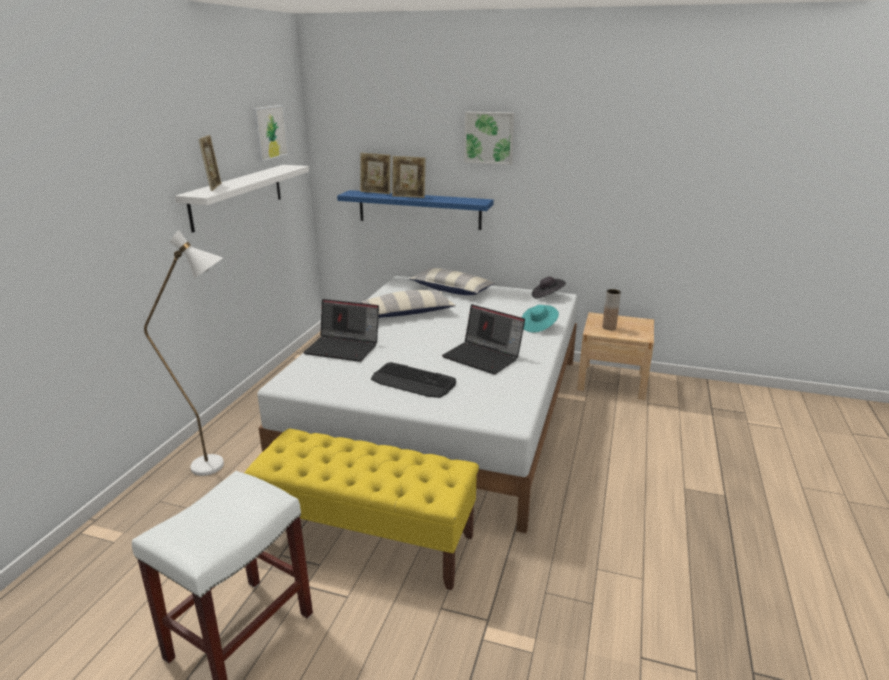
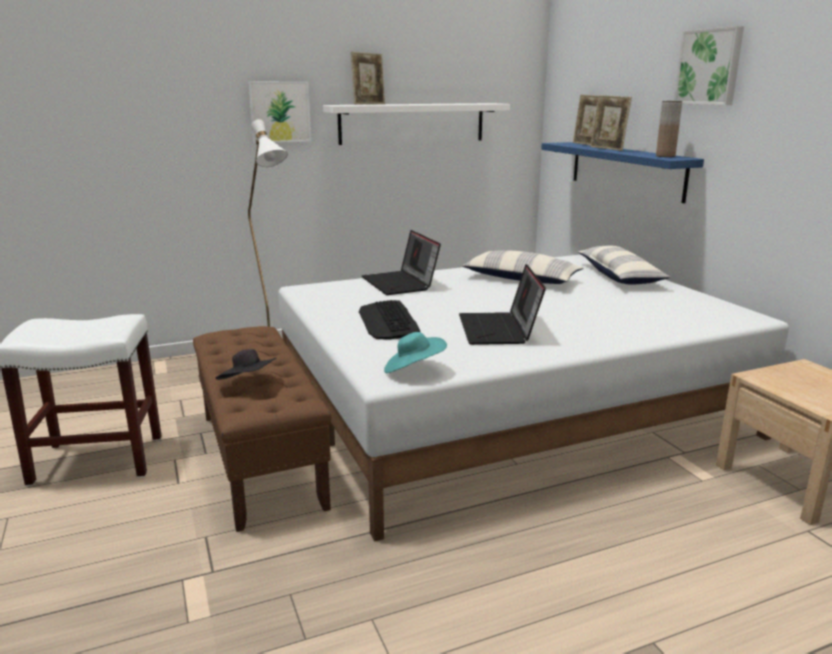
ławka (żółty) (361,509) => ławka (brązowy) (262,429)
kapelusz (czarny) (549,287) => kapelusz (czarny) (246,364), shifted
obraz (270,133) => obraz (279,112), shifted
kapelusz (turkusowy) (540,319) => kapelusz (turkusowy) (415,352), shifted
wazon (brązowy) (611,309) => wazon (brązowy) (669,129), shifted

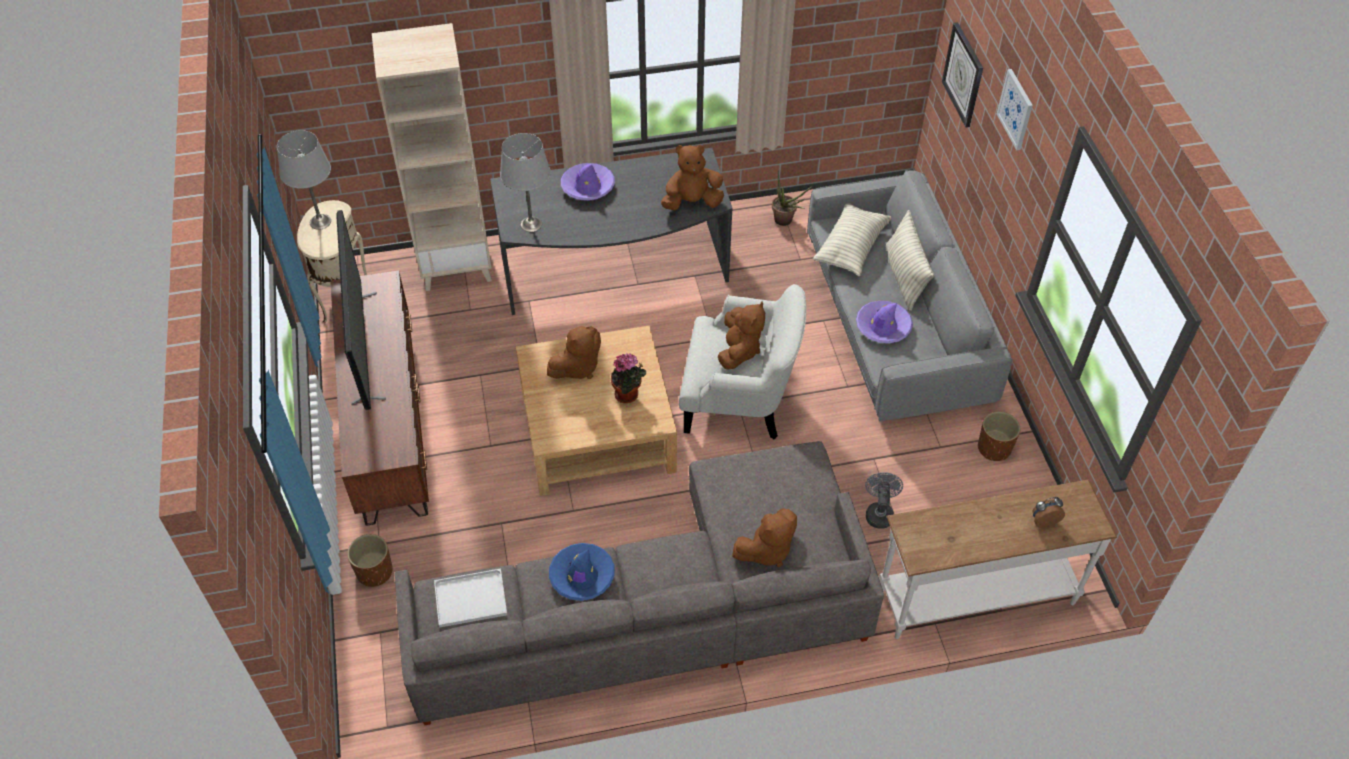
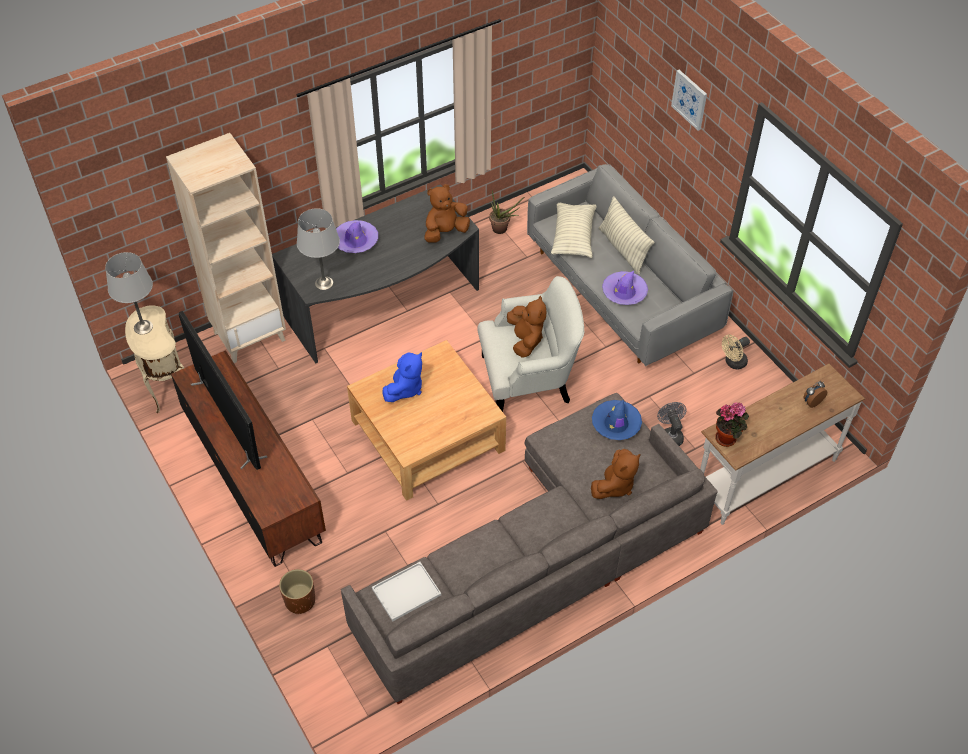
pluszak (brązowy) (574,352) => pluszak (niebieski) (402,377)
kapelusz (niebieski) (582,572) => kapelusz (niebieski) (617,420), shifted
roślina doniczkowa (628,378) => roślina doniczkowa (732,424), shifted
donica (brązowy) (999,436) => wentylator (beżowy) (736,351)
zegar ścienny (962,74) => nothing

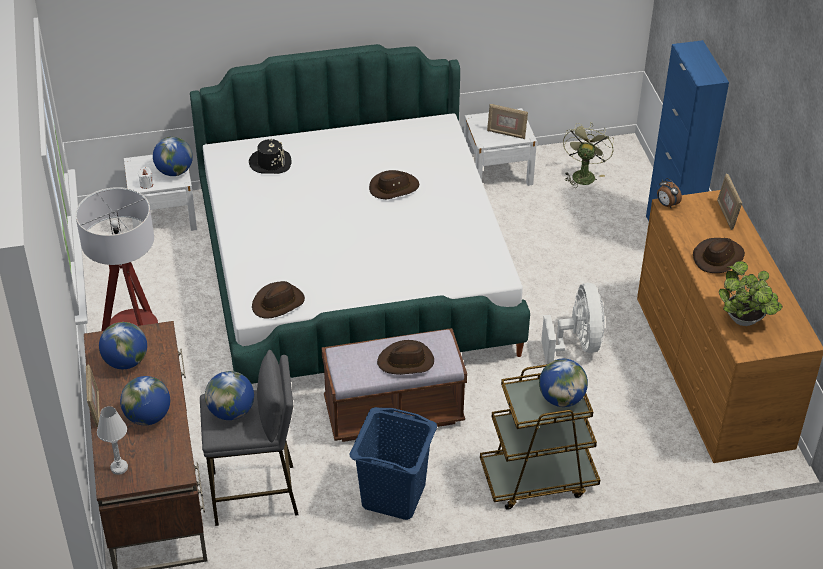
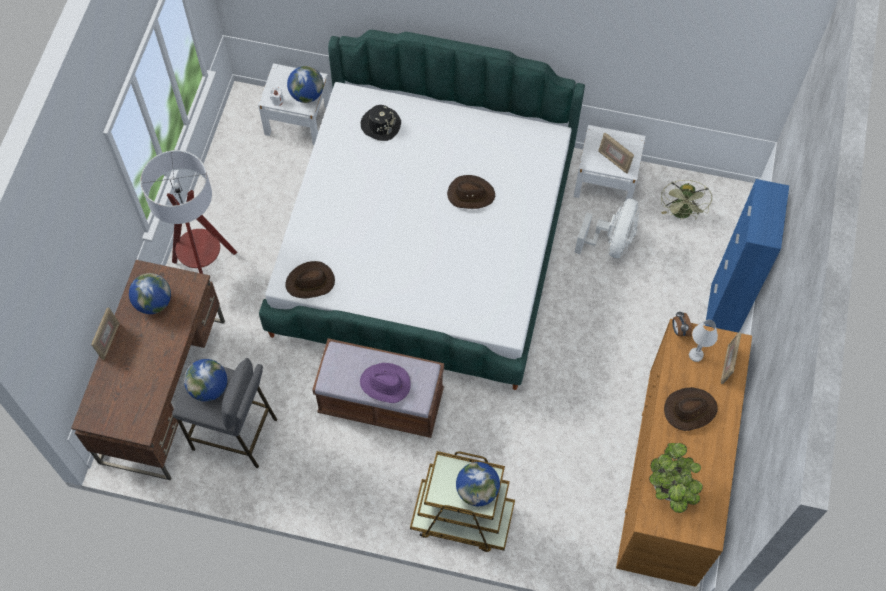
kapelusz (brązowy) (405,357) => kapelusz (fioletowy) (385,383)
wentylator (biały) (573,323) => wentylator (biały) (606,228), shifted
wentylator (zielony) (588,155) => wentylator (zielony) (686,200), 150 degrees clockwise
lampa stołowa (biały) (112,440) => lampa stołowa (biały) (703,341), shifted
globus (145,400) => nothing
kosz na pranie (niebieski) (393,463) => nothing

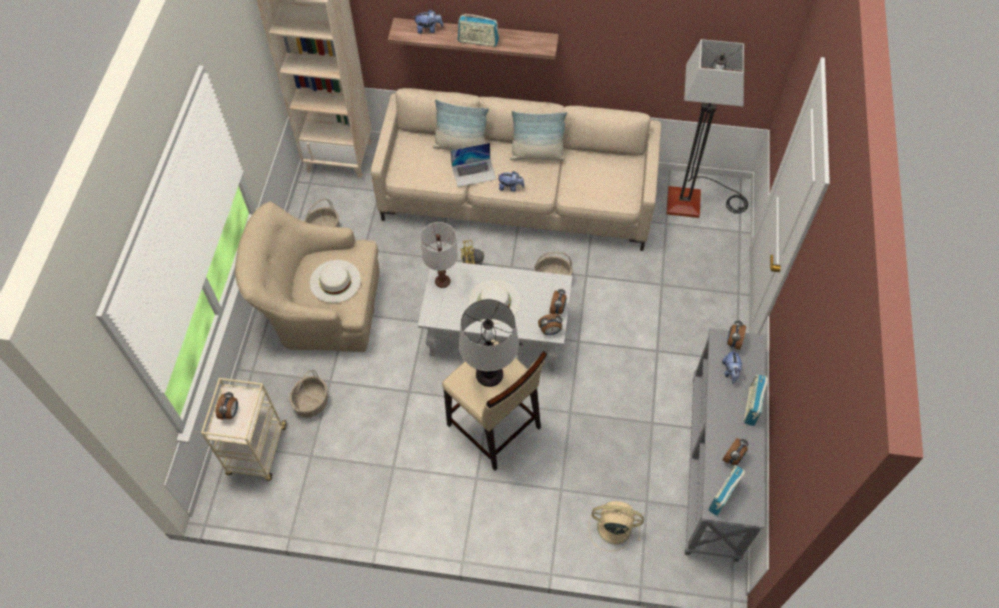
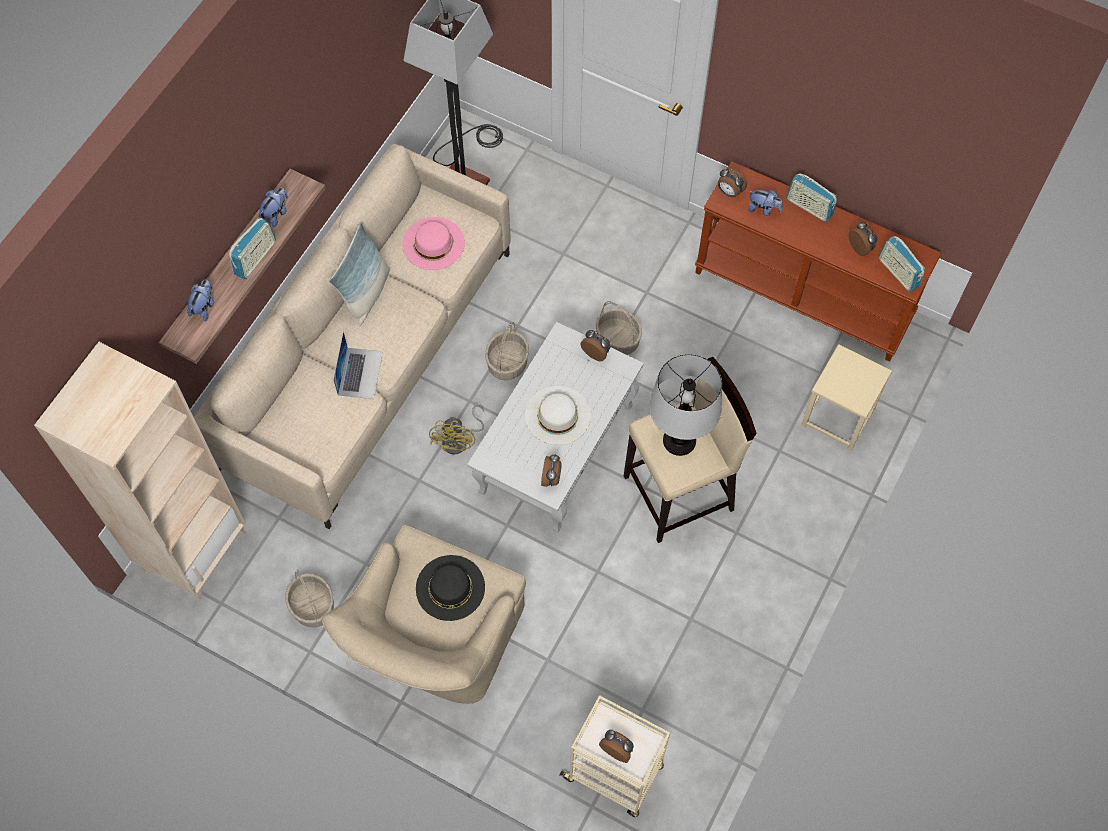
pluszak (511,181) => pluszak (273,207), shifted
nothing => kapelusz (różowy) (433,243)
kapelusz (biały) (335,281) => kapelusz (czarny) (450,588)
budzik (550,324) => budzik (551,470), shifted
koszyk (308,394) => koszyk (619,328), shifted
stolik konsolowy (szary) (725,445) => stolik konsolowy (brązowy) (818,261)
wentylator (beżowy) (616,526) => stołek (beżowy) (846,397)
lampa stołowa (biały) (439,255) => nothing
poduszka (461,124) => nothing

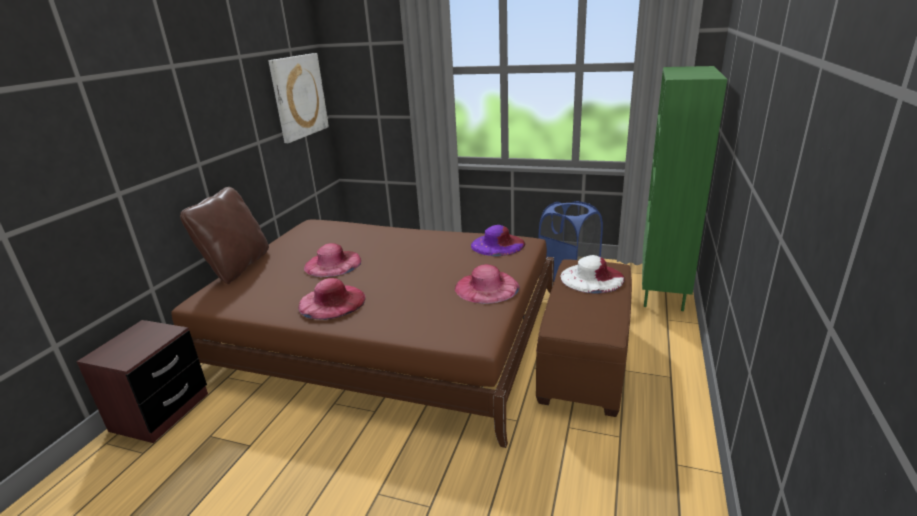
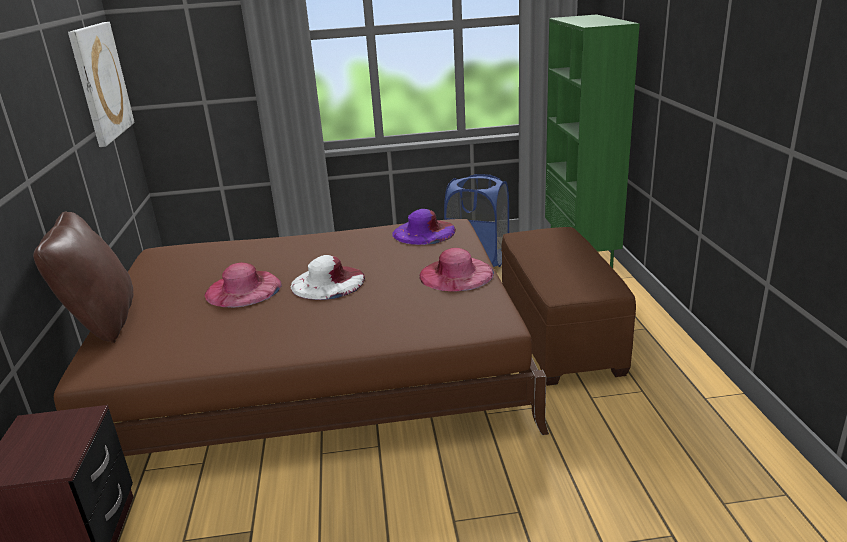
kapelusz (biały) (592,274) => kapelusz (biały) (328,277), shifted
kapelusz (różowy) (332,299) => nothing

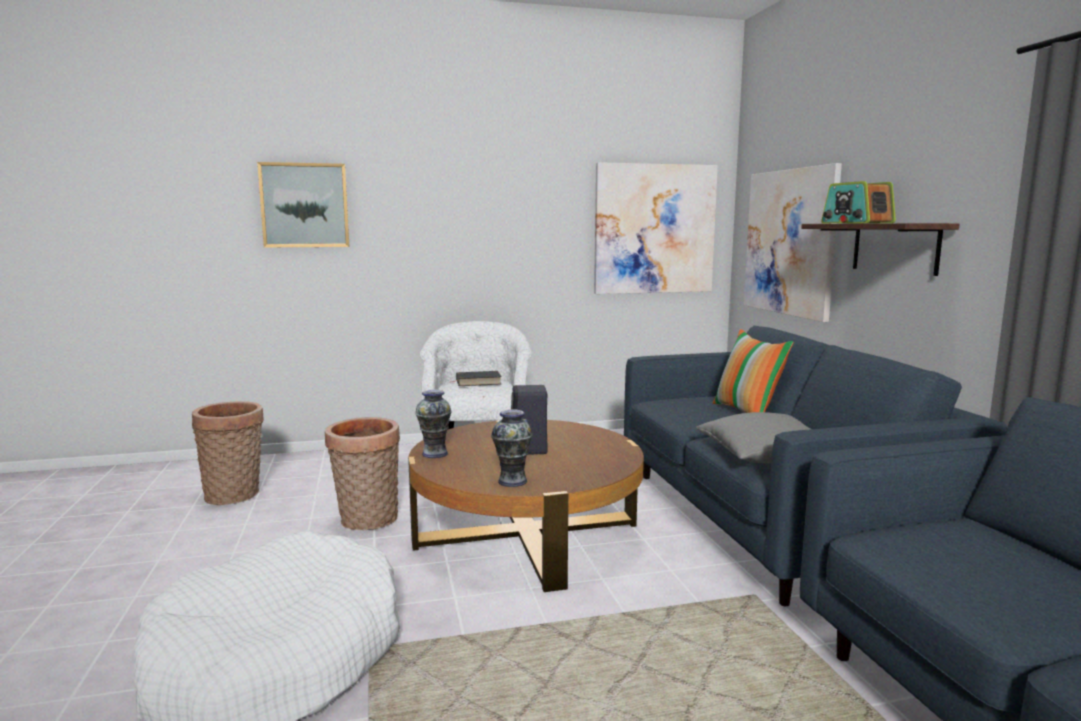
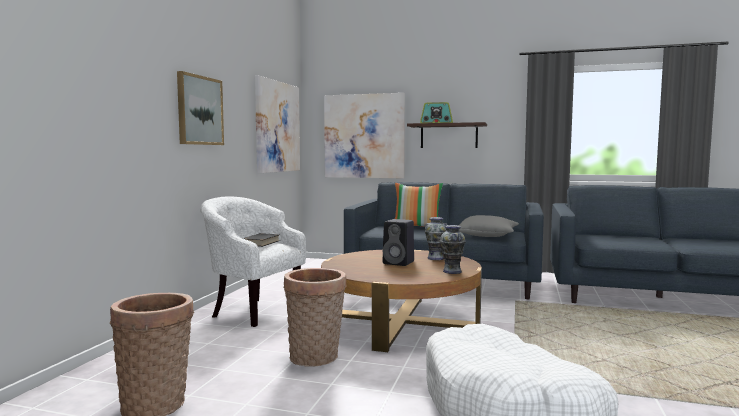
obraz (303,204) => obraz (200,108), shifted
wazon (433,424) => wazon (435,238), shifted

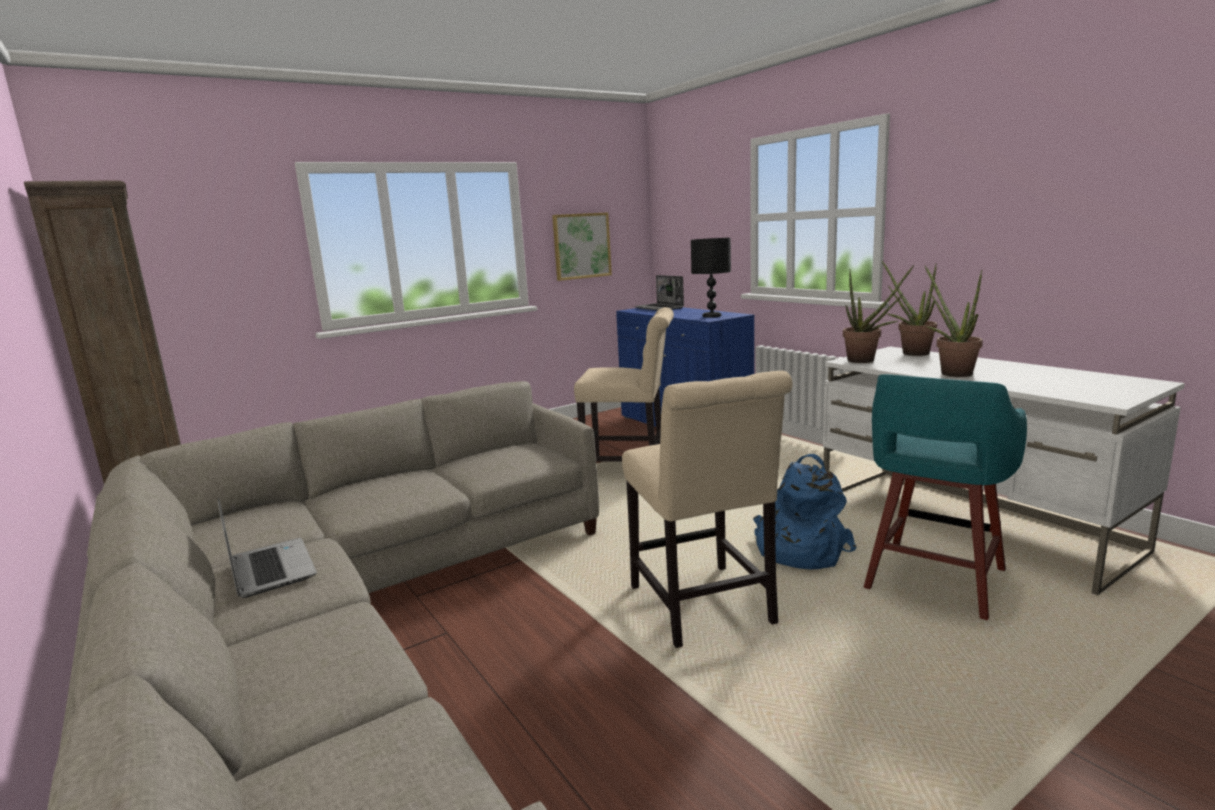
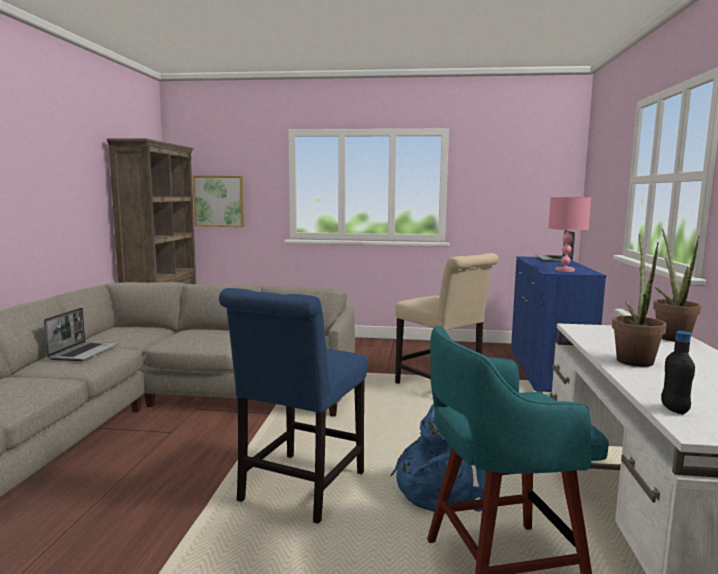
obraz (582,246) => obraz (218,201), shifted
krzesło (beżowy) (707,509) => krzesło (niebieski) (293,406)
lampa stołowa (czarny) (711,278) => lampa stołowa (różowy) (569,234)
nothing => butelka (czarny) (678,372)
roślina doniczkowa (878,314) => nothing

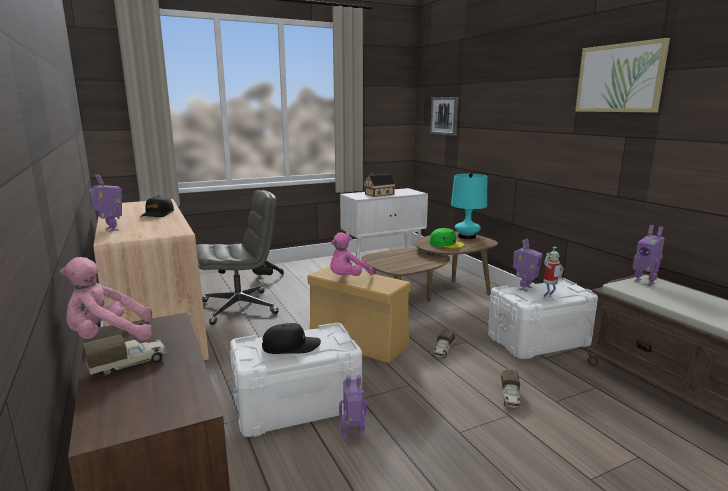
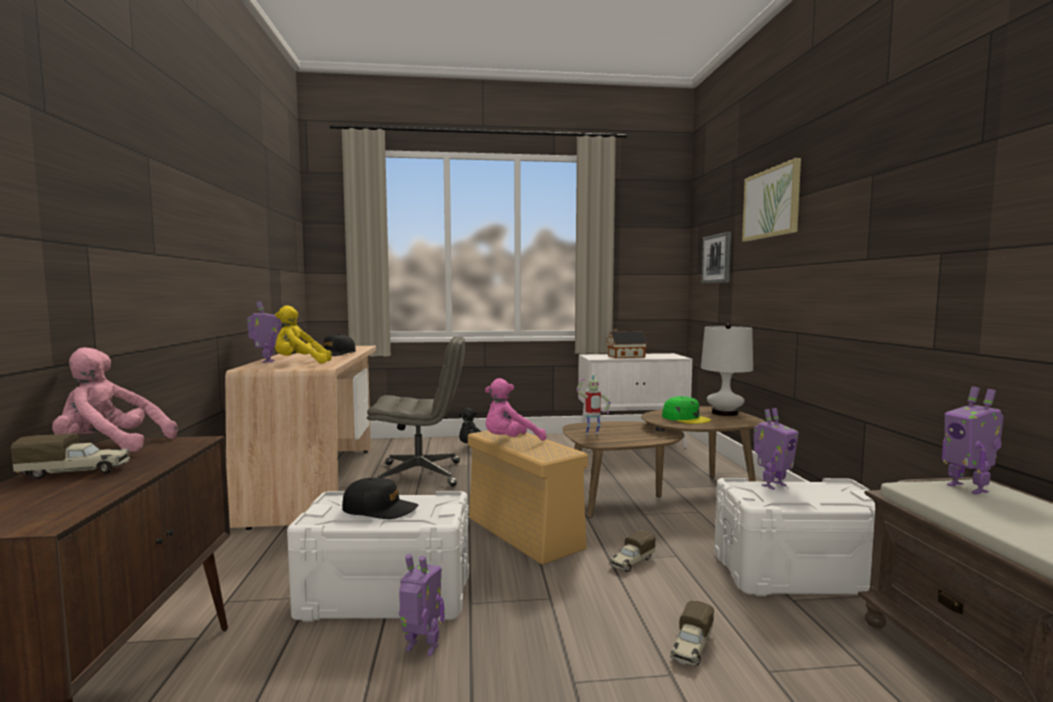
nothing => pluszak (żółty) (303,334)
robot zabawkowy (553,273) => robot zabawkowy (593,404), shifted
lampa stołowa (turkusowy) (469,206) => lampa stołowa (biały) (727,370)
obraz (622,75) => obraz (771,199), shifted

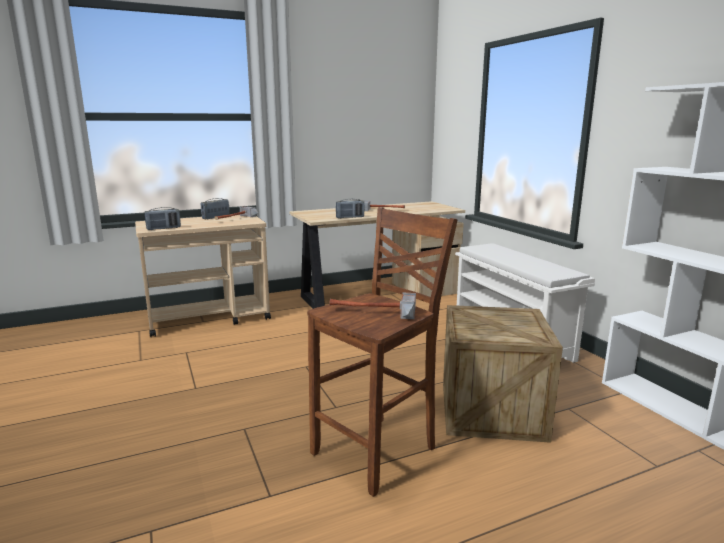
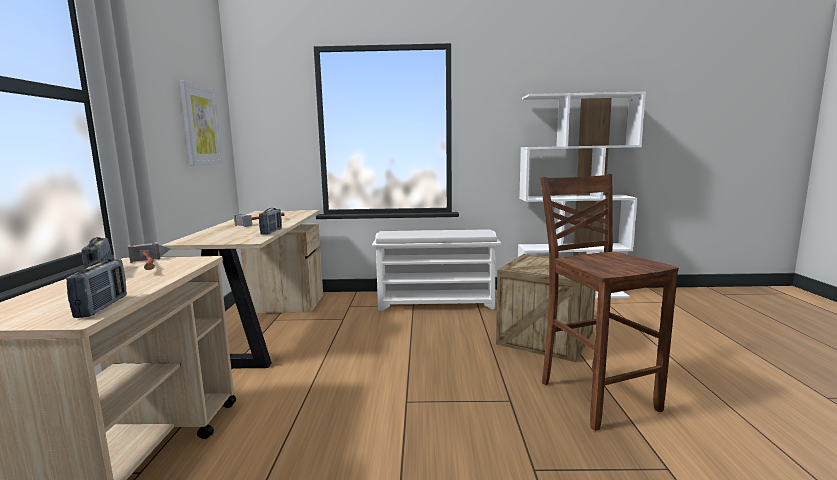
nothing => obraz (201,123)
młotek (372,306) => nothing

